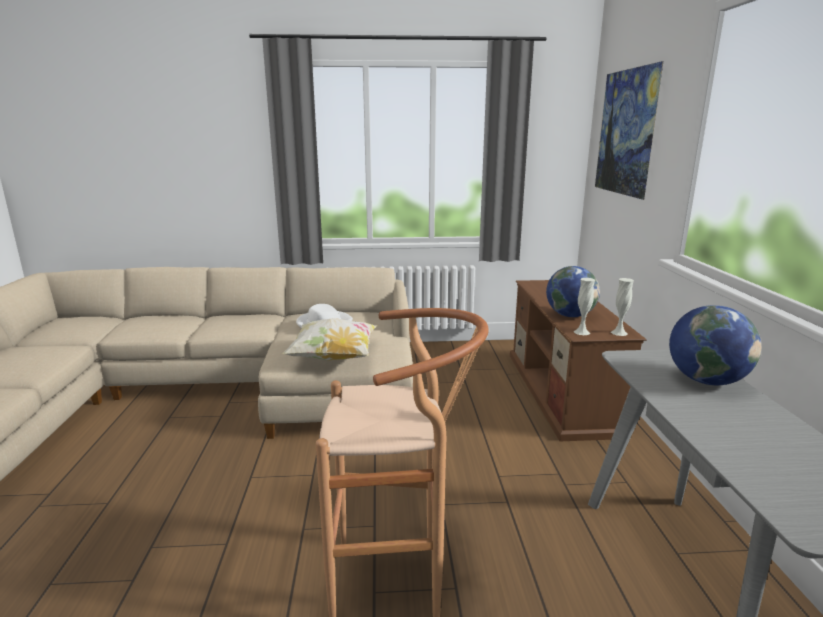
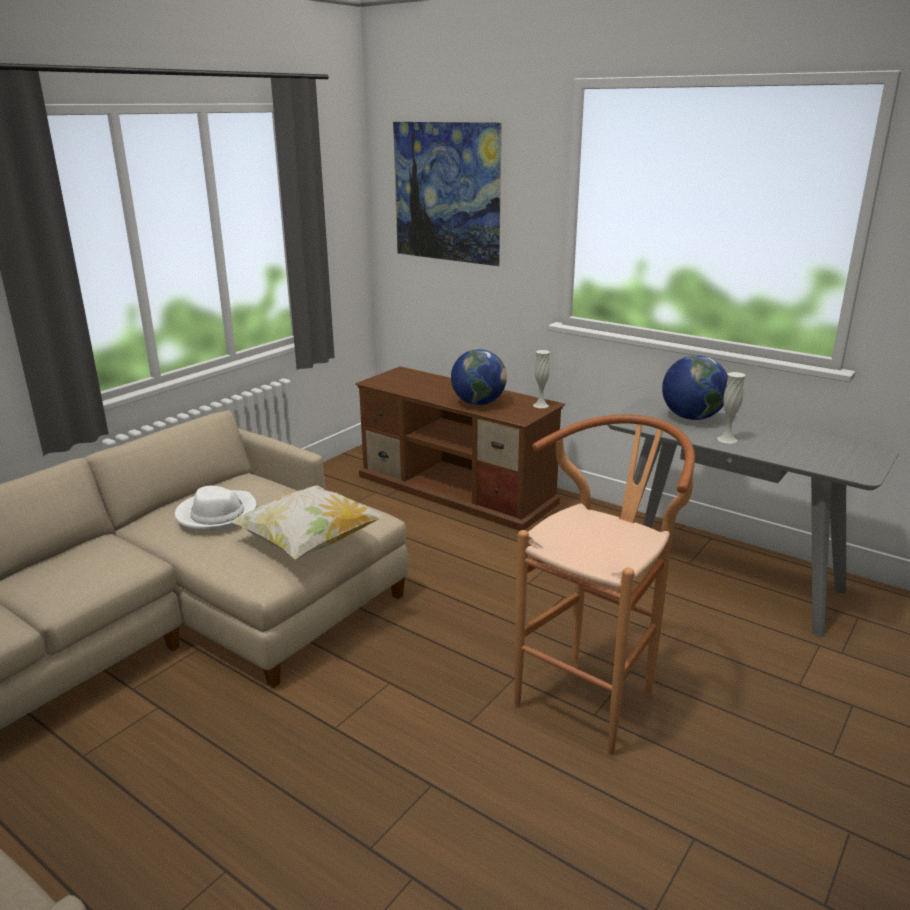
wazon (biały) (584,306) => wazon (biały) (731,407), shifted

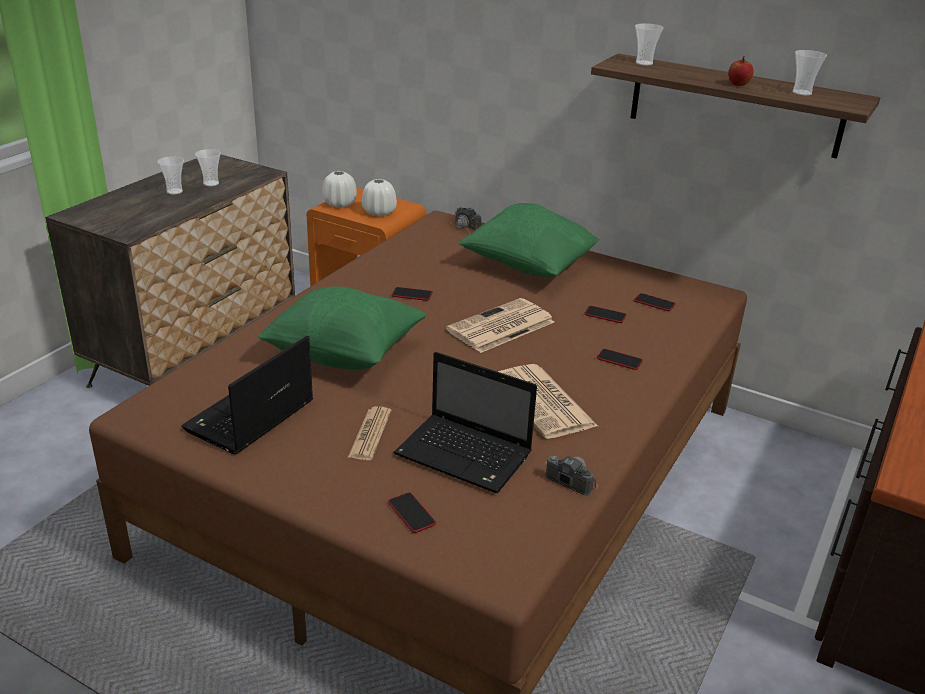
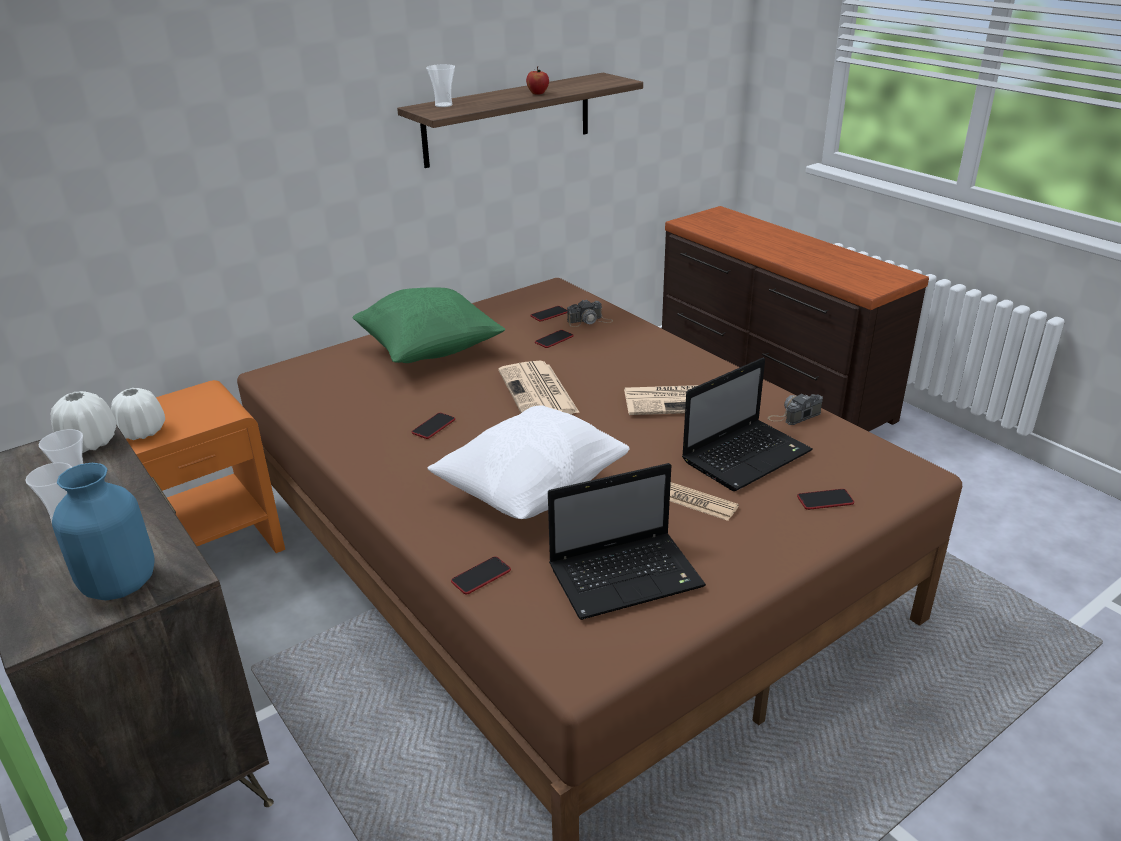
wazon (biały) (379,197) => wazon (biały) (83,422), shifted
nothing => wazon (niebieski) (103,531)
poduszka (zielony) (342,328) => poduszka (biały) (528,462)
telefon (620,359) => telefon (481,575), shifted
laptop (247,395) => laptop (627,541), 75 degrees counterclockwise
aparat fotograficzny (466,221) => aparat fotograficzny (590,313), shifted
filiżanka (809,73) => nothing

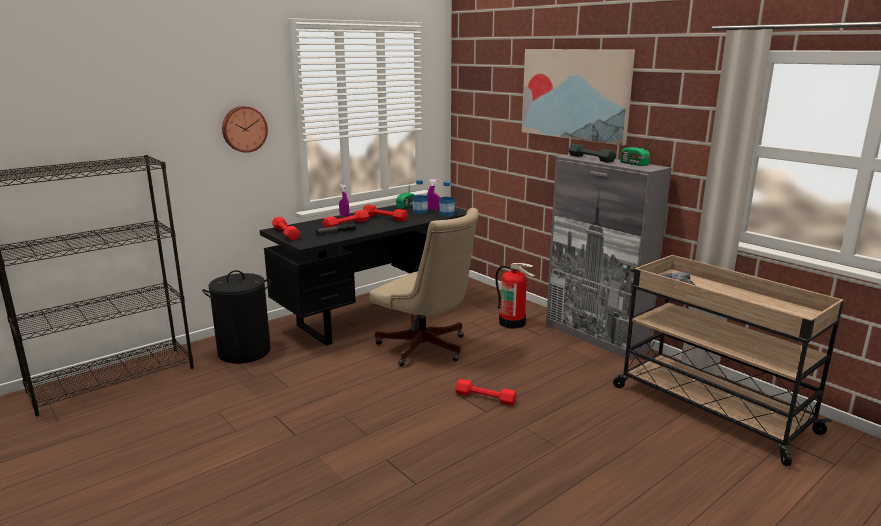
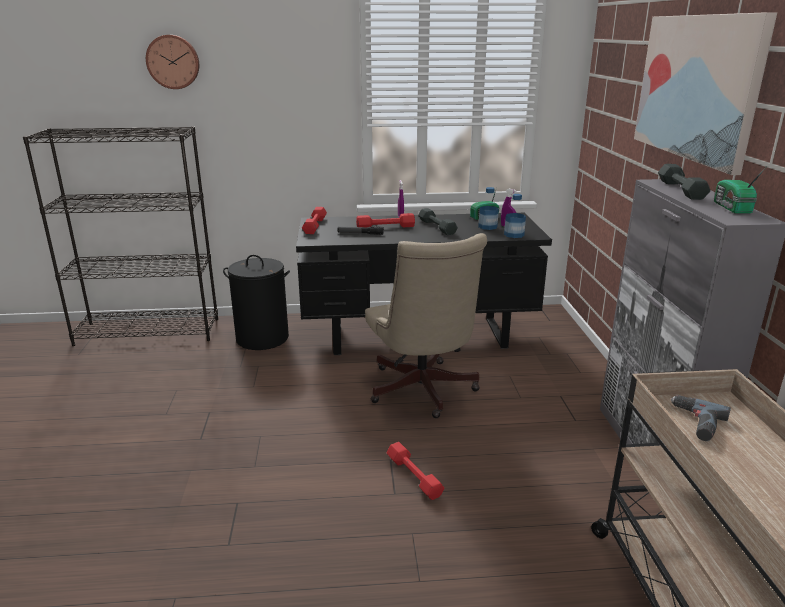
zegar ścienny (245,129) => zegar ścienny (172,62), shifted
hantel (czerwony) (385,213) => hantel (szary) (438,221)
gaśnica (515,296) => nothing

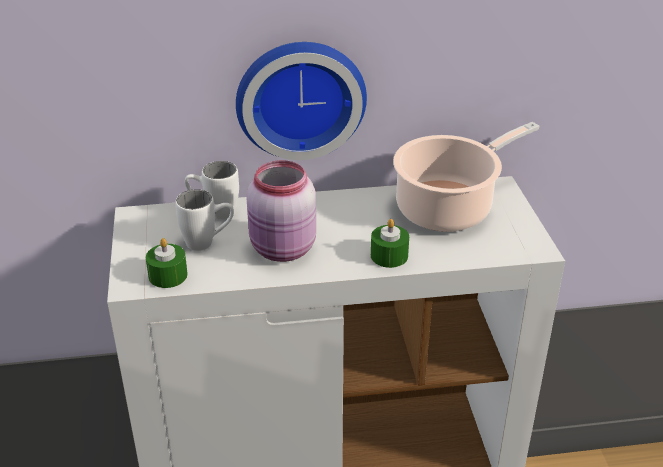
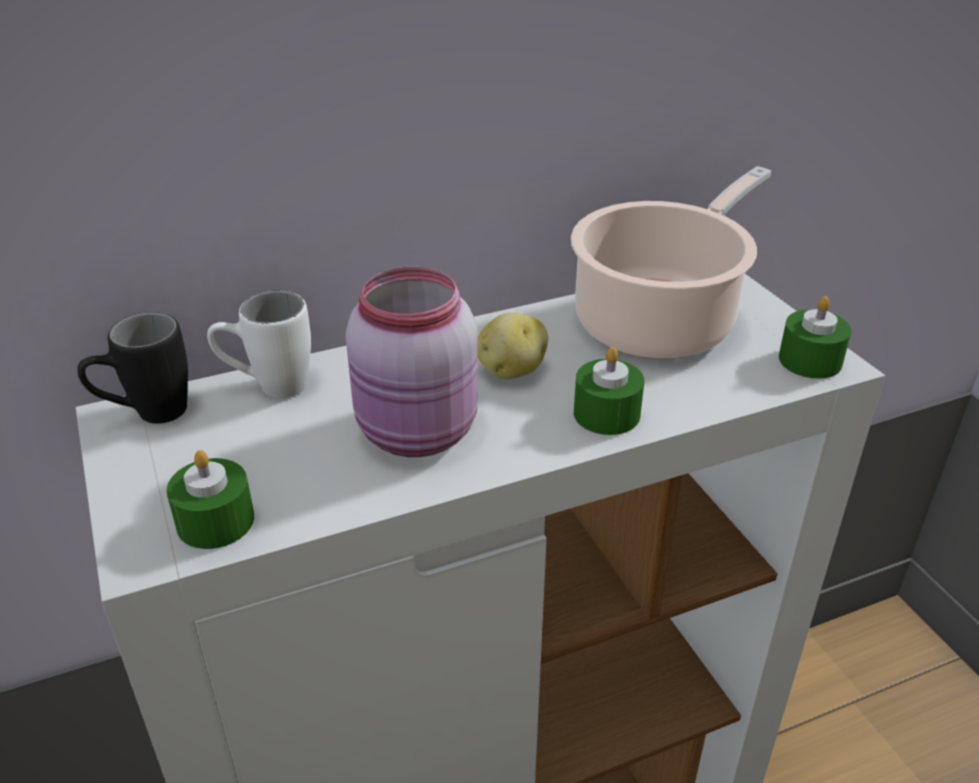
nothing => kubek (czarny) (132,368)
nothing => ziemniak (512,346)
nothing => świeca (zielony) (815,337)
kubek (biały) (204,220) => nothing
zegar ścienny (301,101) => nothing

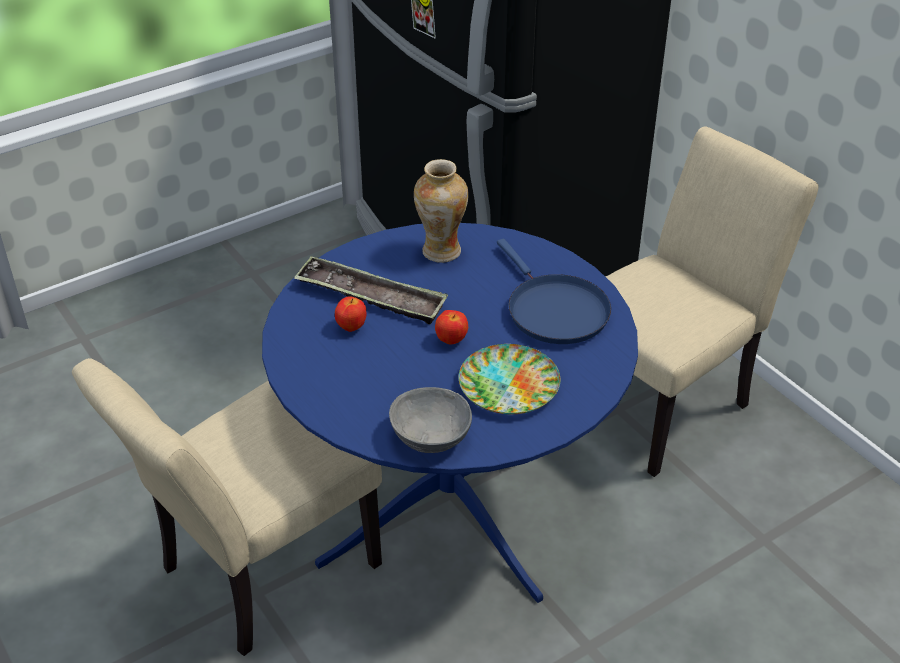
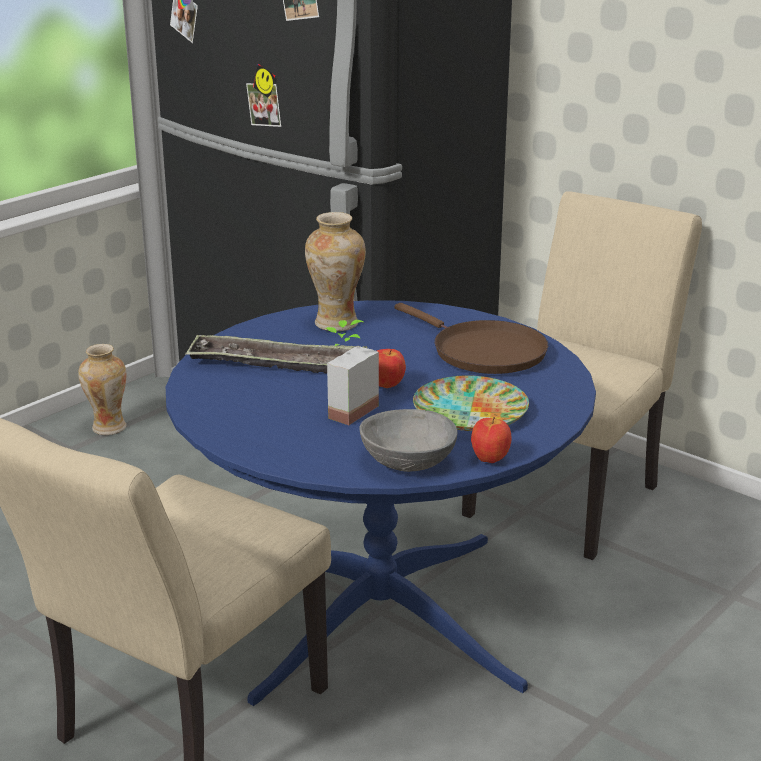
nothing => wazon (102,389)
nothing => roślina doniczkowa (352,372)
patelnia (niebieski) (554,291) => patelnia (brązowy) (471,338)
jabłko (350,314) => jabłko (491,440), shifted

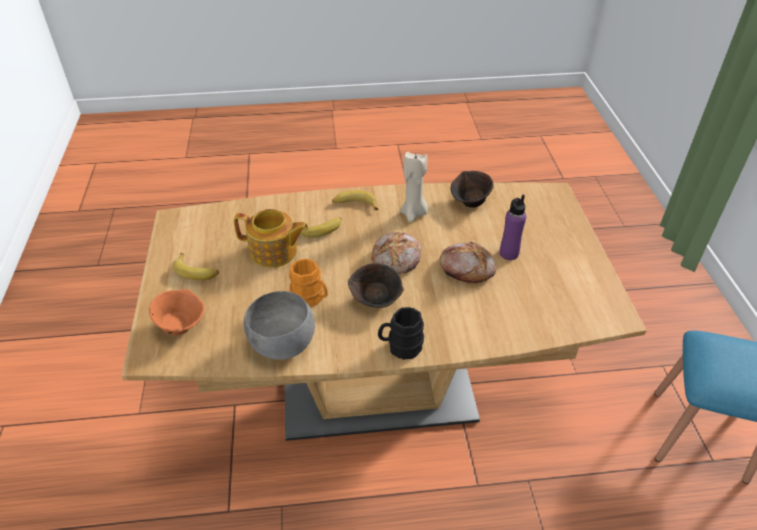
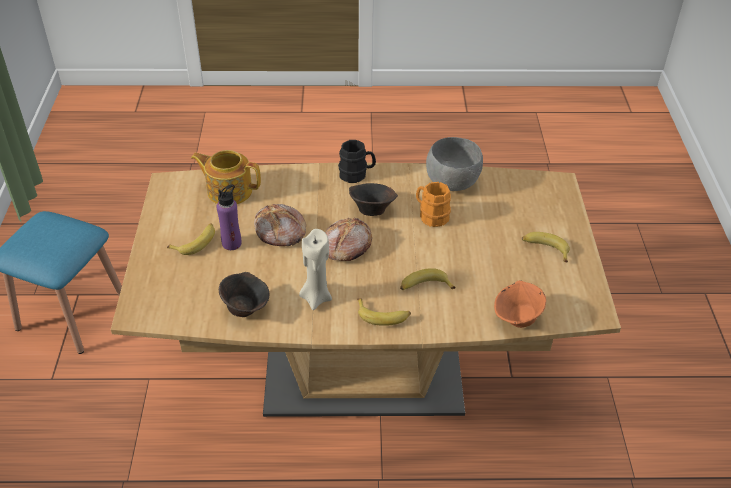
nothing => banan (191,239)
imbryk (271,238) => imbryk (226,177), shifted
miska (pomarańczowy) (177,312) => miska (pomarańczowy) (520,304), shifted

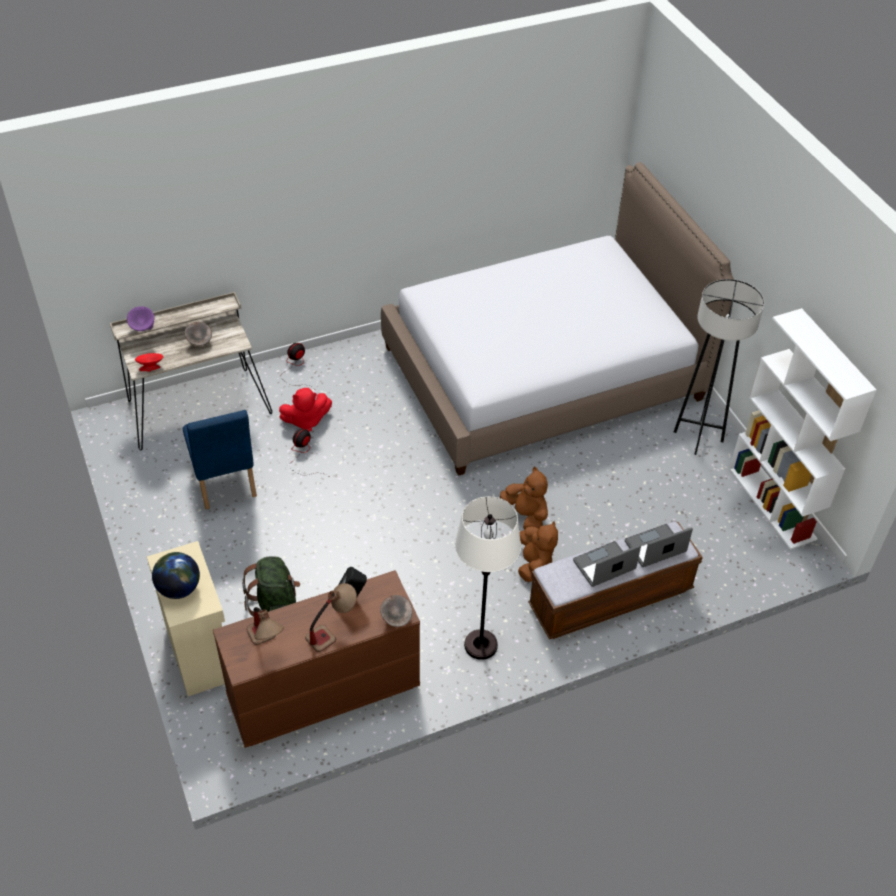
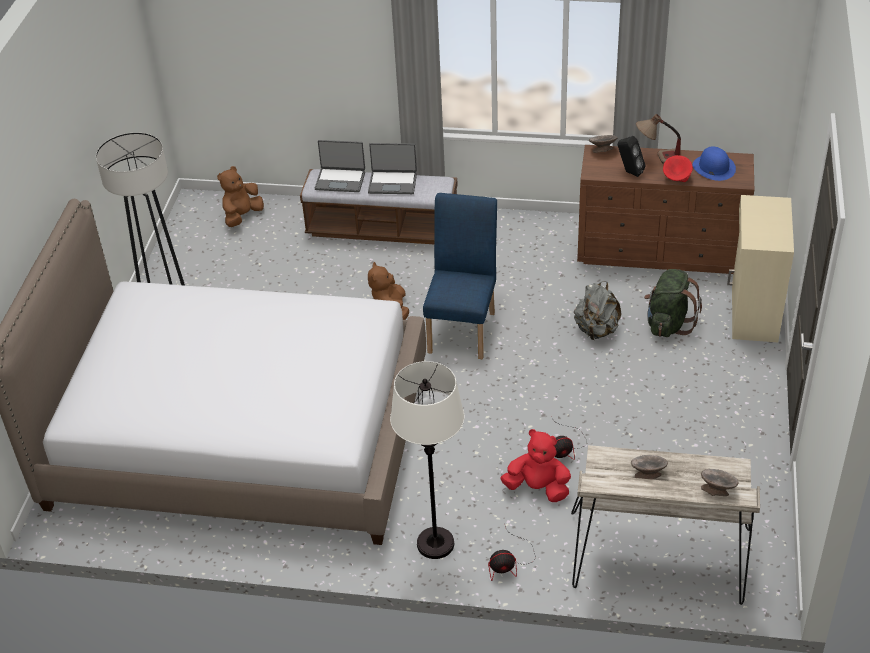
pluszak (brązowy) (538,551) => pluszak (brązowy) (240,196), shifted
lampa stojąca (biały) (488,578) => lampa stojąca (biały) (427,460), shifted
krzesło (niebieski) (220,459) => krzesło (niebieski) (460,276), shifted
nothing => plecak (szary) (597,310)
miska (czerwony) (149,362) => miska (czerwony) (678,168), shifted
lampa stołowa (265,626) => kapelusz (niebieski) (714,163)
miska (fioletowy) (141,318) => miska (szary) (720,482)
globus (176,575) => nothing
regał (biały) (802,429) => nothing

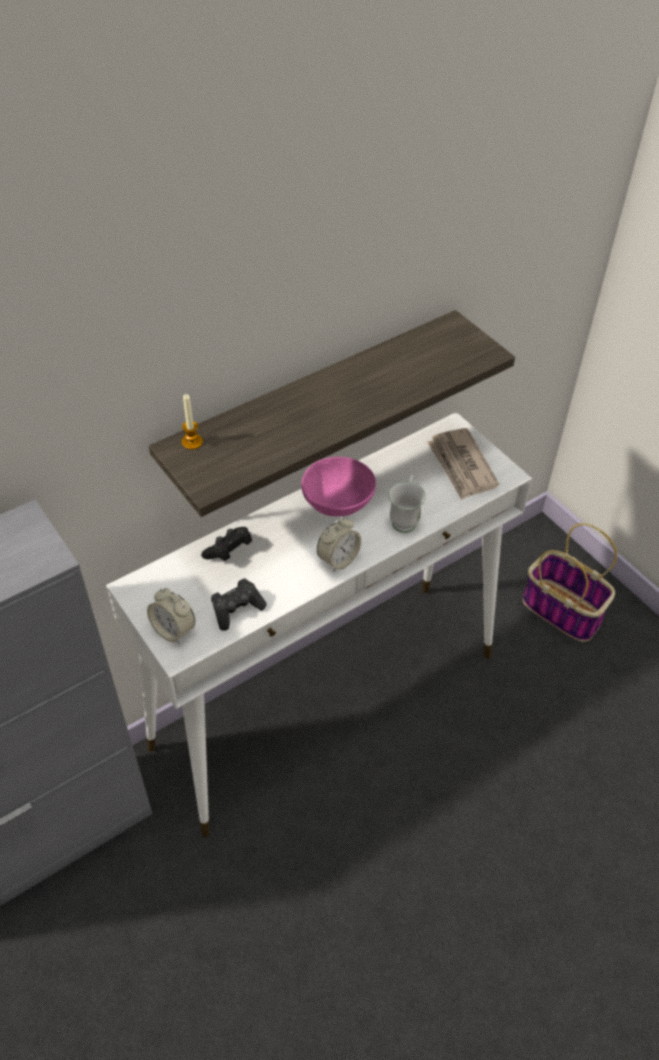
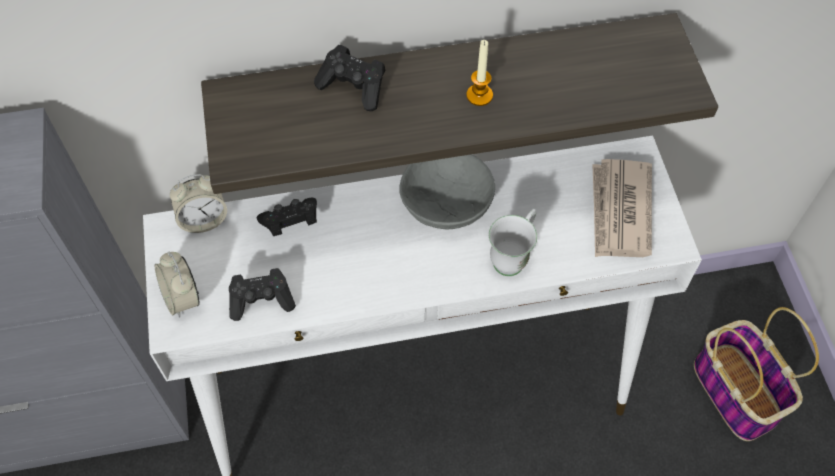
budzik (339,544) => budzik (198,203), shifted
nothing => pad do gier (czarny) (349,78)
miska (różowy) (338,486) => miska (szary) (447,191)
świeca (192,422) => świeca (479,73), shifted

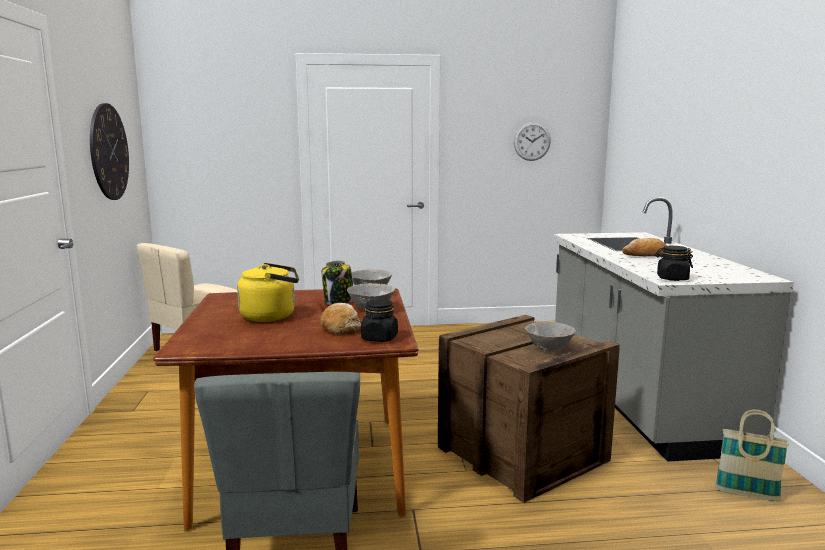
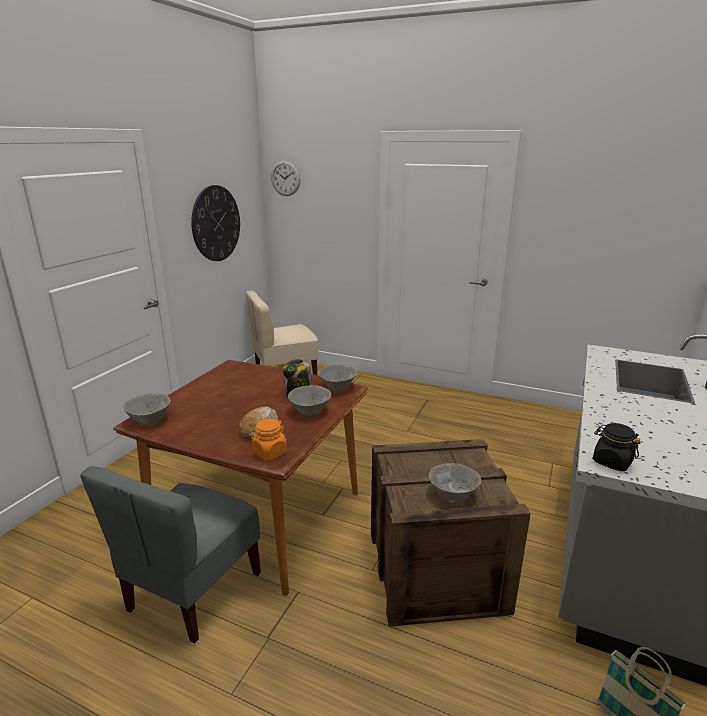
nothing => miska (szary) (146,409)
słoik (czarny) (379,320) => słoik (pomarańczowy) (269,440)
zegar ścienny (532,141) => zegar ścienny (285,178), shifted
czajnik (żółty) (268,292) => nothing
chleb (644,247) => nothing

